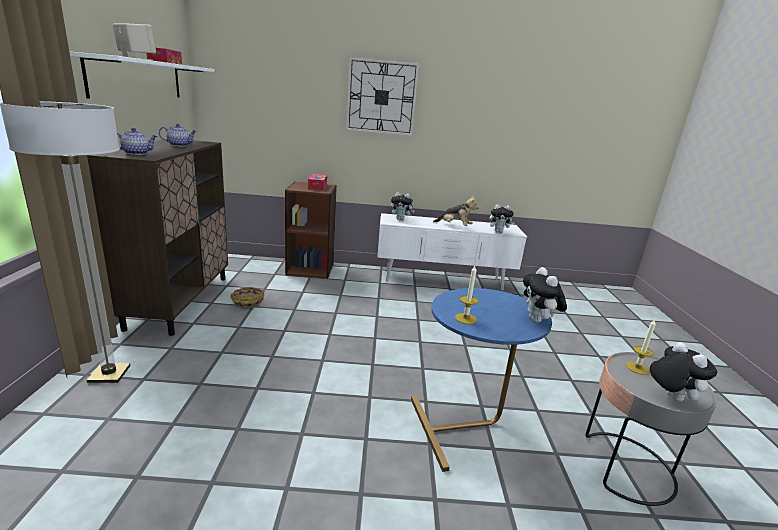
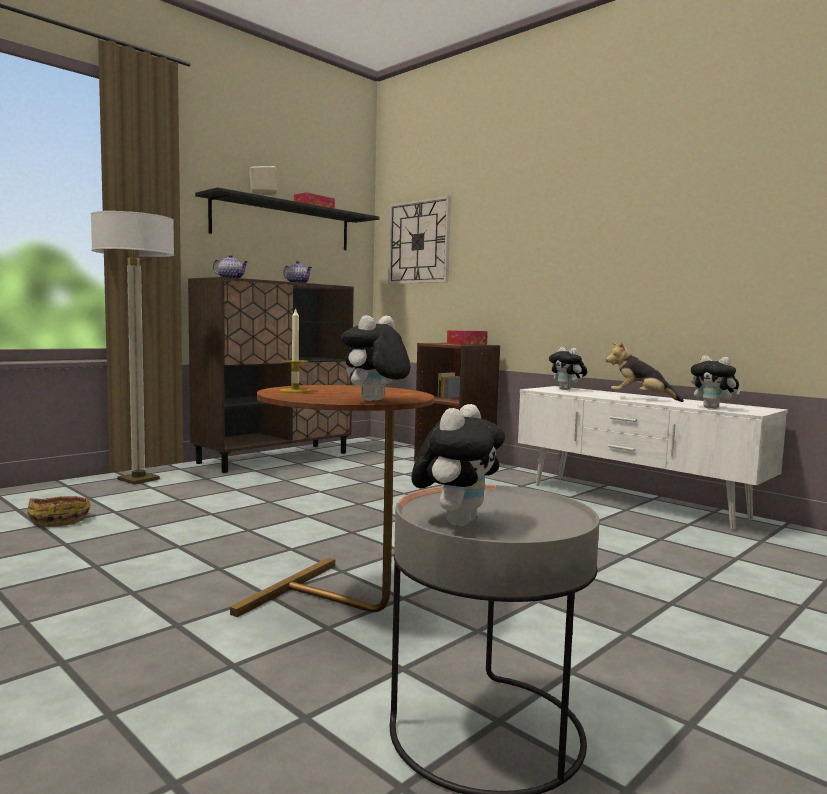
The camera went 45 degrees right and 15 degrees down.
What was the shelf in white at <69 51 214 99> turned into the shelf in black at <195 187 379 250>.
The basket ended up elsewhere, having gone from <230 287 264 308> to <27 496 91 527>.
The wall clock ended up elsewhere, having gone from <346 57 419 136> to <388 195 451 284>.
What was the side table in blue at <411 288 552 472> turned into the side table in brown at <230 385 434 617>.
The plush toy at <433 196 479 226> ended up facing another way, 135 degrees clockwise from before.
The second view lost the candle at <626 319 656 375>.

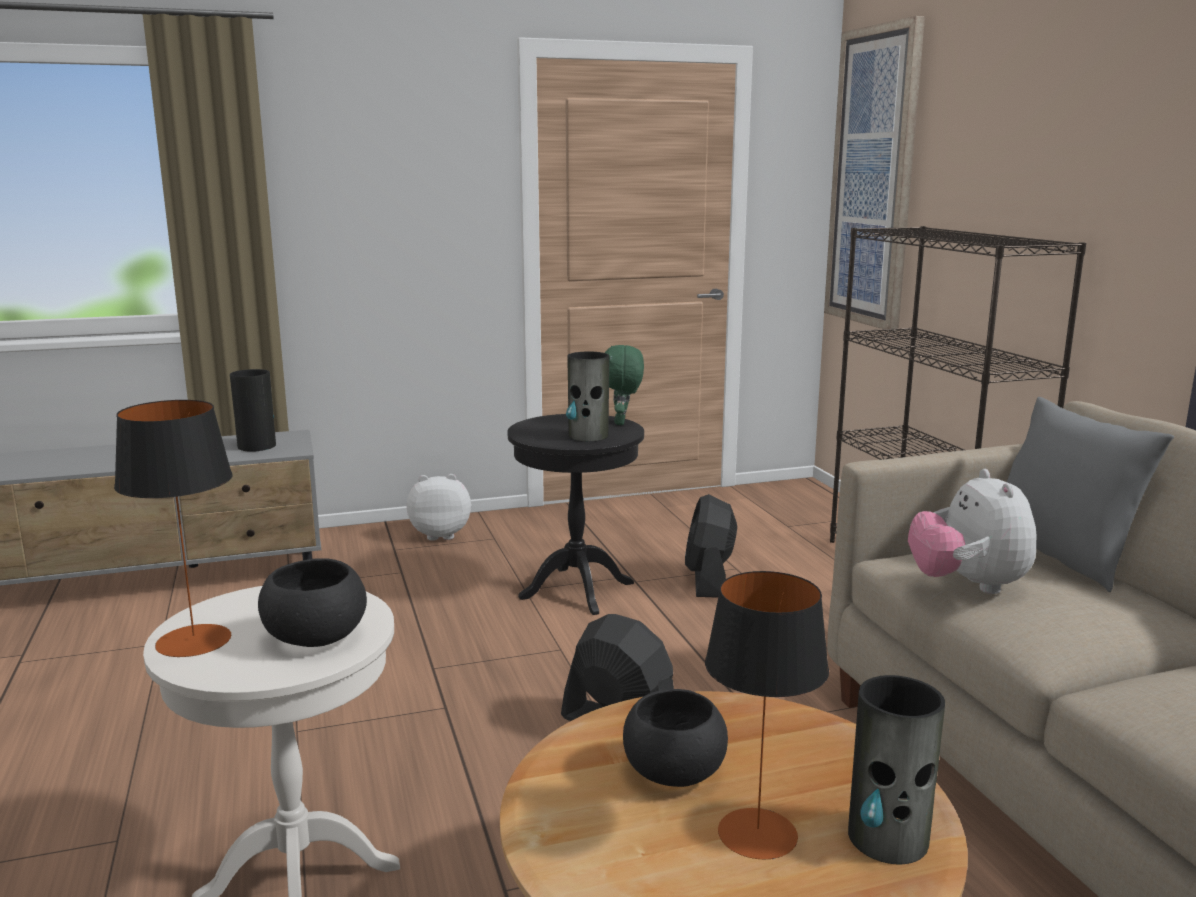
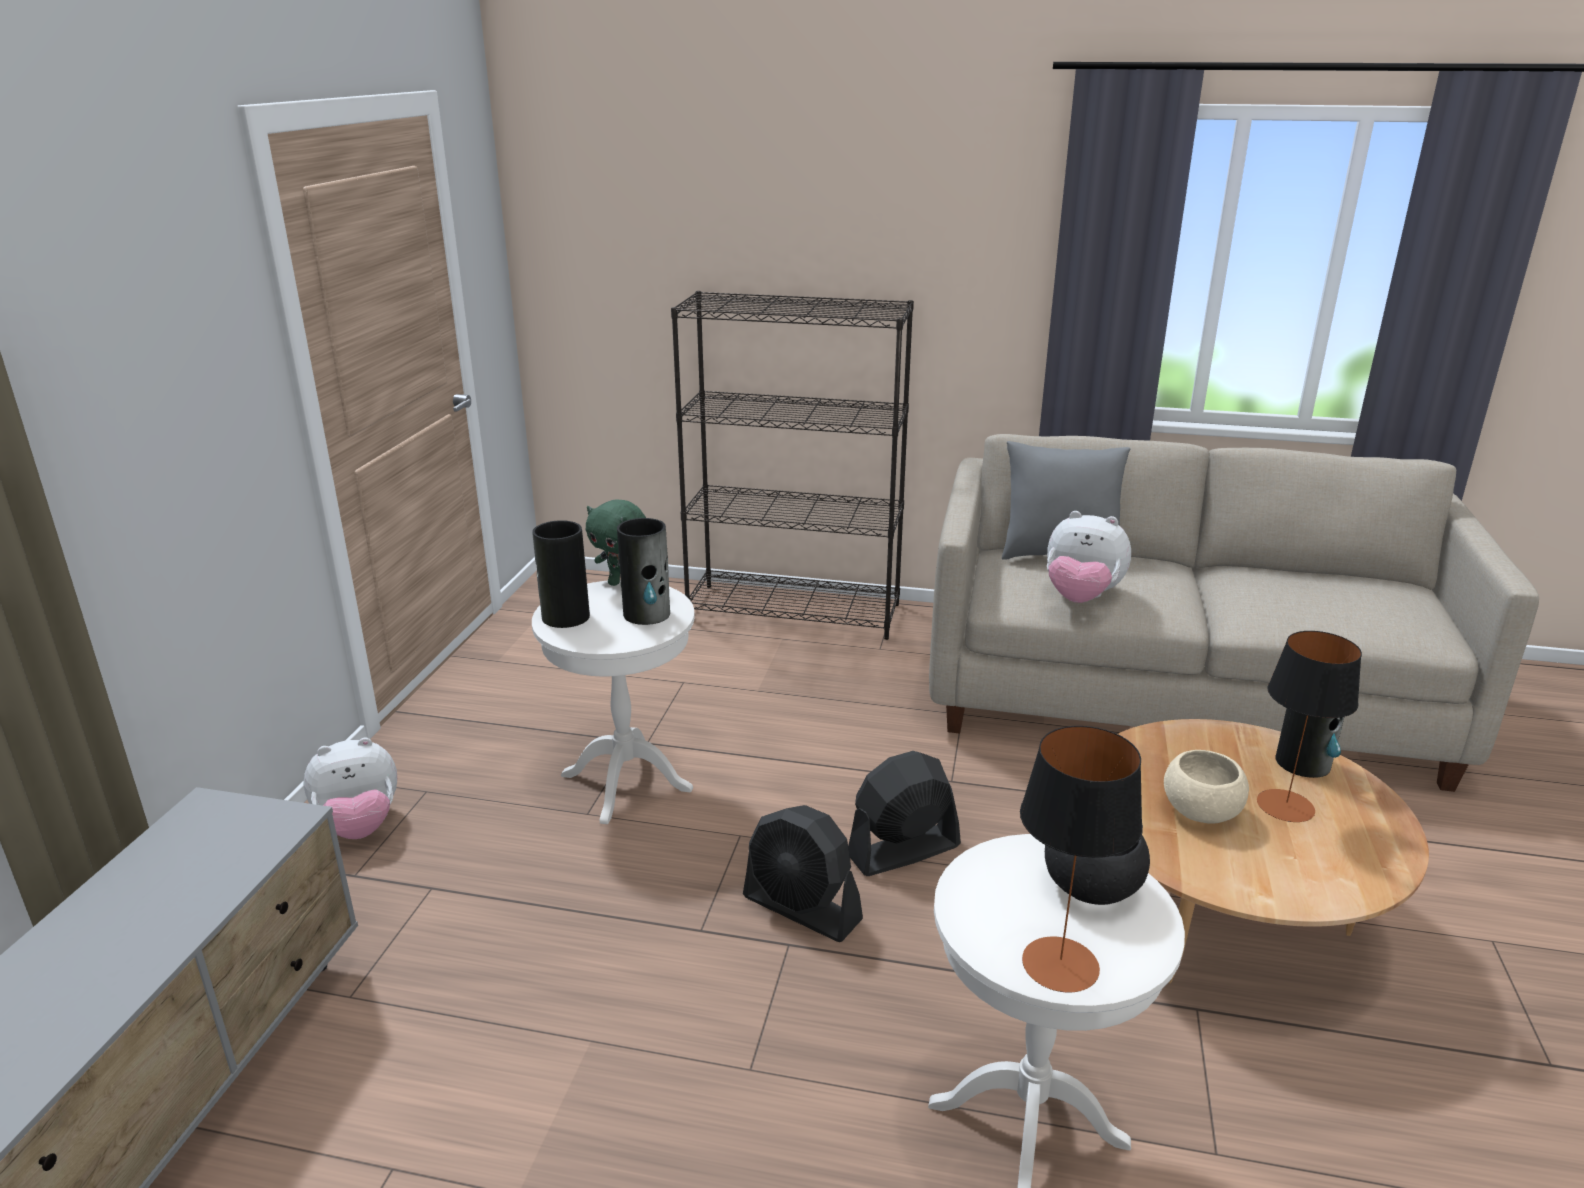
The camera went 60 degrees left and 10 degrees up.
The vase ended up elsewhere, having gone from <230 369 276 452> to <532 520 590 628>.
The plush toy at <407 474 471 541> ended up facing another way, 135 degrees counterclockwise from before.
What was the side table in black at <507 414 644 615> turned into the side table in white at <532 580 695 824>.
What was the bowl in black at <623 689 728 787> turned into the bowl in beige at <1164 750 1249 824>.
The fan in black ended up elsewhere, having gone from <685 494 737 598> to <743 805 863 942>.
The second view lost the picture at <824 16 925 331>.

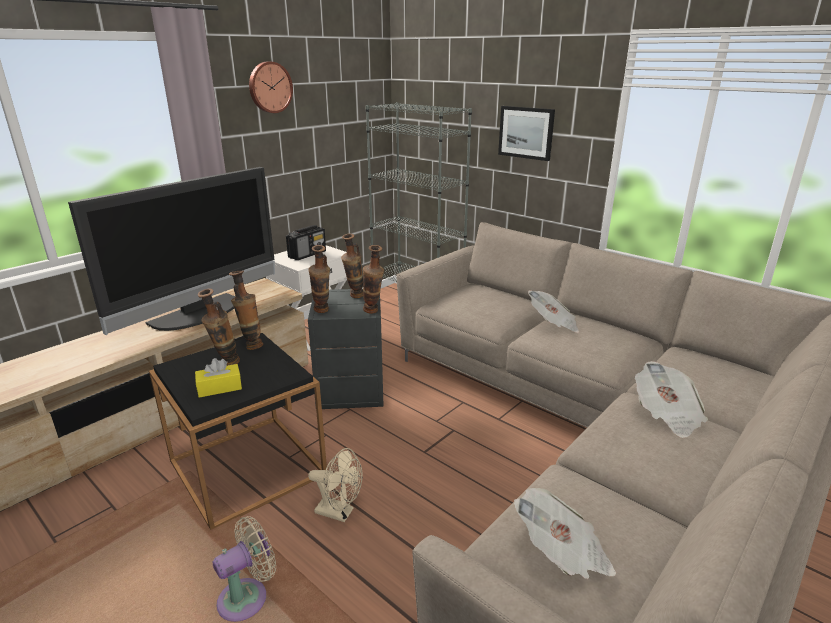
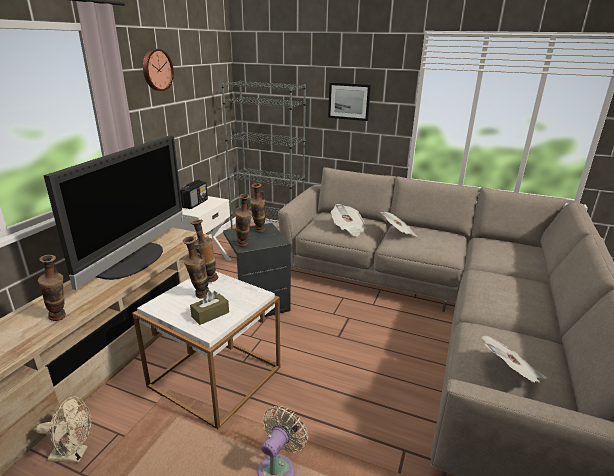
The camera went 20 degrees left and 0 degrees up.
What was the side table in black at <149 333 327 530> turned into the side table in white at <132 271 280 429>.
What was the tissue box in yellow at <195 358 242 398> turned into the tissue box in brown at <190 291 229 325>.
The fan in beige ended up elsewhere, having gone from <308 448 363 522> to <36 396 91 463>.
The vase ended up elsewhere, having gone from <363 245 384 314> to <38 255 66 321>.
The newspaper ended up elsewhere, having gone from <635 361 708 438> to <331 204 367 237>.

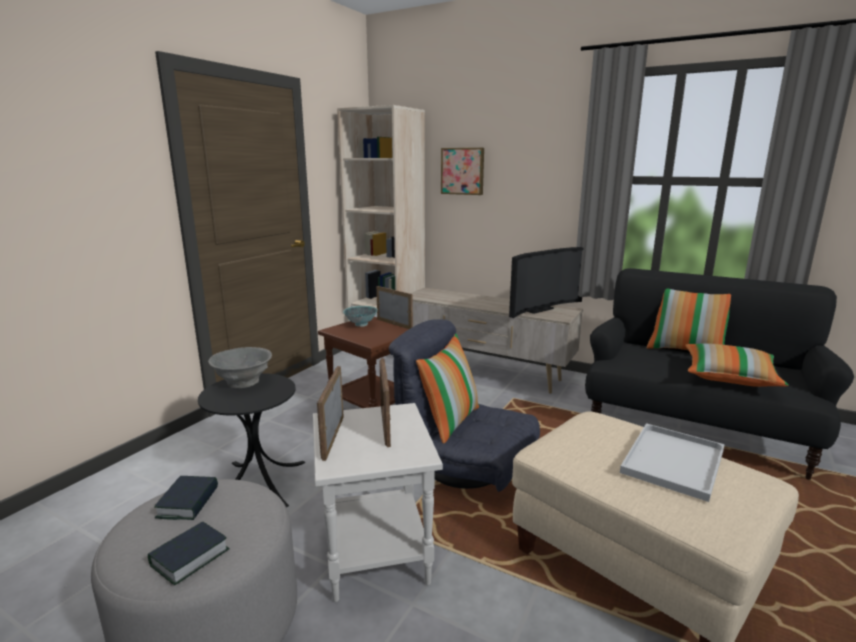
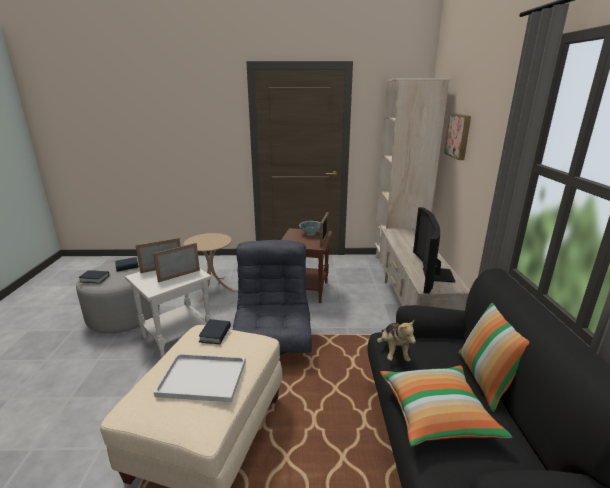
The camera went 60 degrees right and 5 degrees up.
What was the side table in black at <198 373 305 507> turned into the side table in beige at <184 233 238 302>.
The second view lost the bowl in grey at <208 347 272 388>.
The second view lost the pillow at <416 334 479 443>.
The television at <509 247 584 318> ended up facing another way, 75 degrees clockwise from before.
The second view gained the book at <199 319 231 345>.
The second view gained the plush toy at <377 319 416 362>.

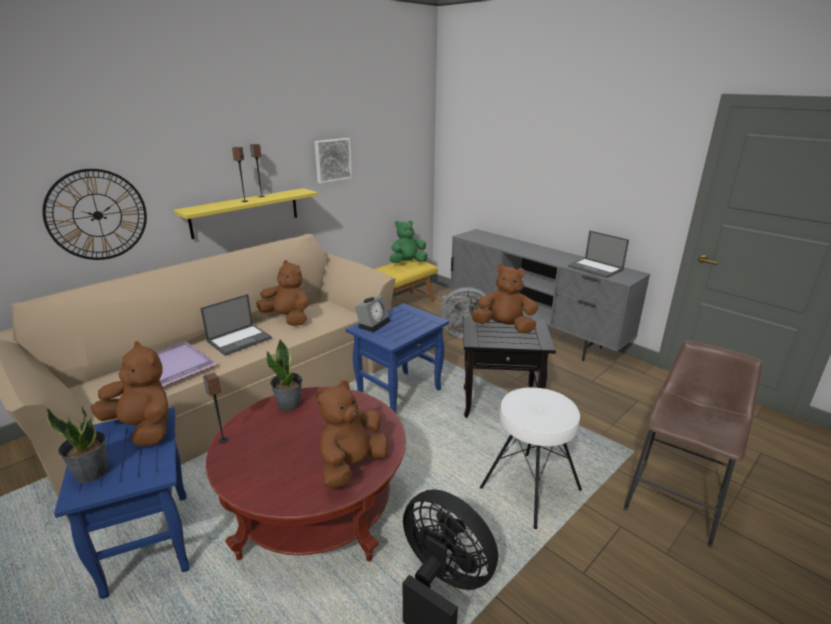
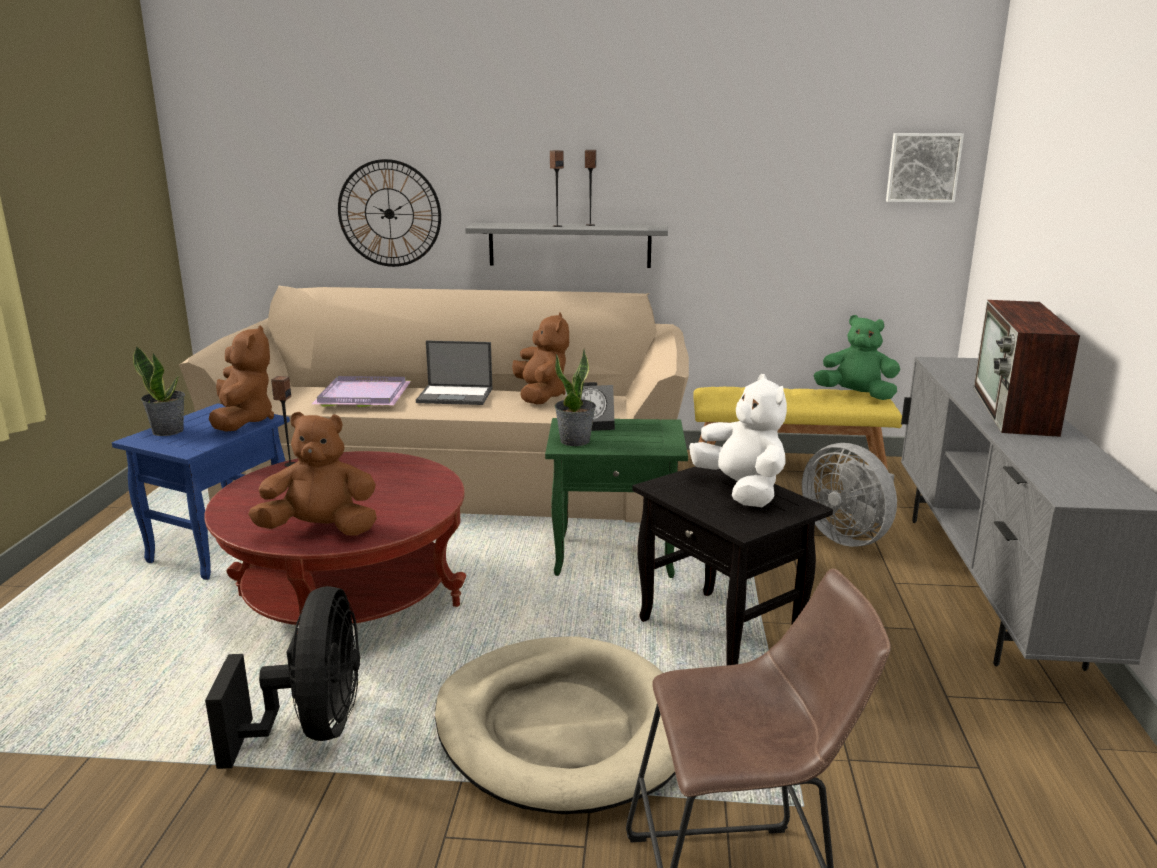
The camera went 50 degrees right and 5 degrees down.
What was the shelf in yellow at <173 188 318 239> turned into the shelf in grey at <465 223 668 268>.
The potted plant ended up elsewhere, having gone from <267 339 302 411> to <555 349 596 446>.
The picture ended up elsewhere, having gone from <314 138 352 183> to <886 133 964 203>.
What was the side table in blue at <346 303 449 413> turned into the side table in green at <545 418 688 578>.
What was the plush toy in brown at <471 264 538 334> turned into the plush toy in white at <689 374 787 507>.
Where the stool in white stood at <480 388 582 529>, the dog bed in beige came to stand at <435 636 676 814>.
The second view lost the laptop at <568 230 629 278>.
The second view gained the television at <974 300 1080 437>.

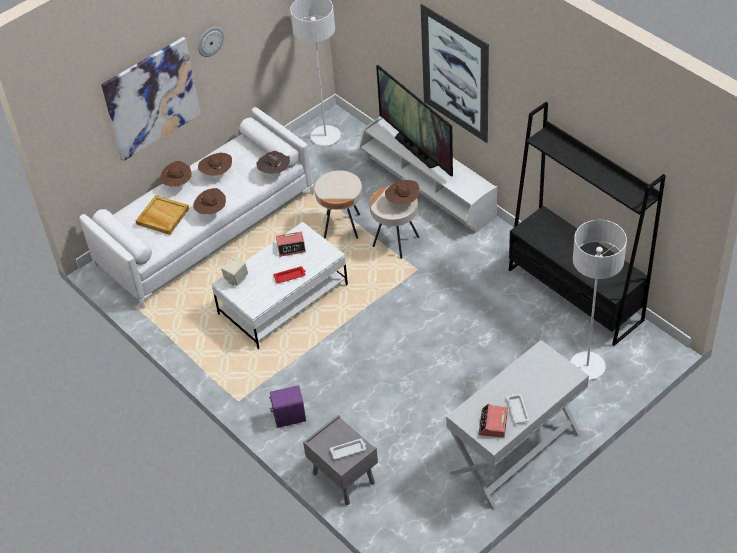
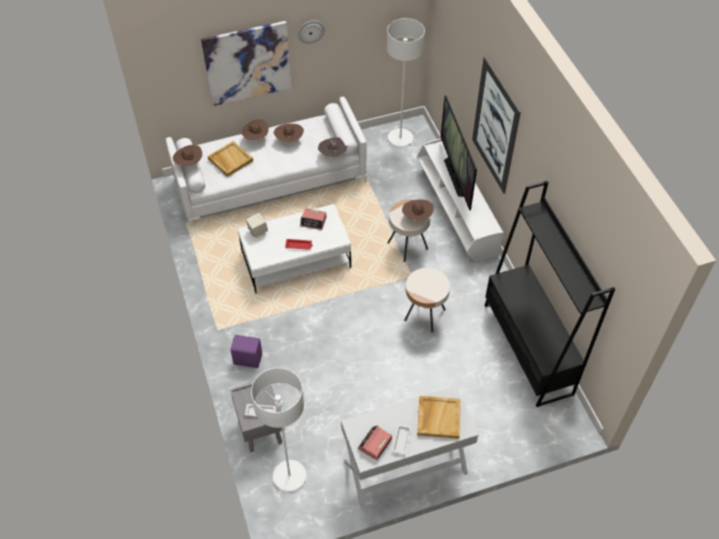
The camera went 20 degrees right and 5 degrees up.
The hat in brown ended up elsewhere, having gone from <193 188 226 214> to <173 145 202 167>.
The side table in beige ended up elsewhere, having gone from <315 171 362 239> to <404 268 450 333>.
The floor lamp in white ended up elsewhere, having gone from <570 220 627 380> to <251 368 306 491>.
The second view gained the tray in beige at <417 396 461 439>.

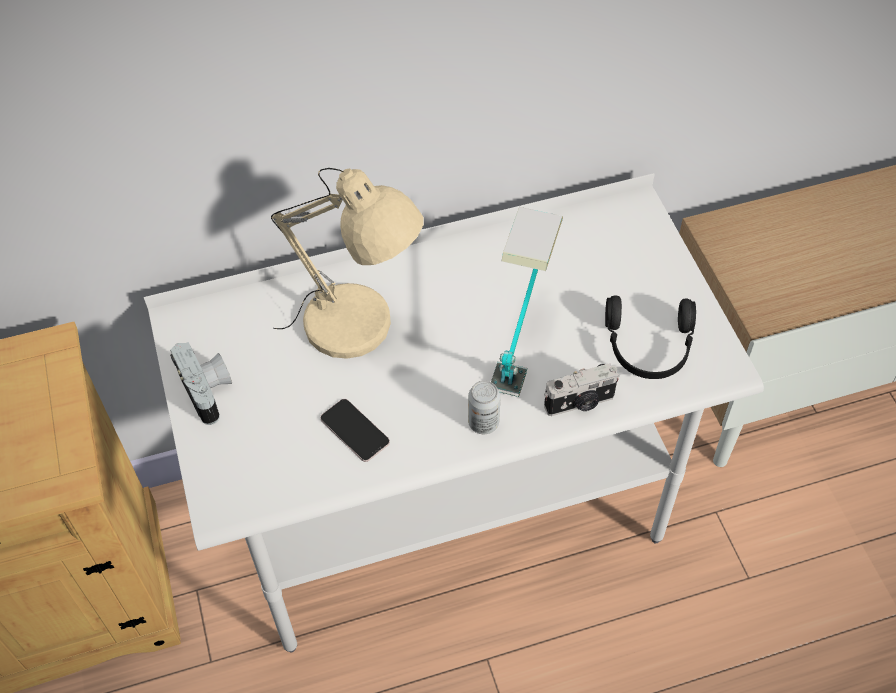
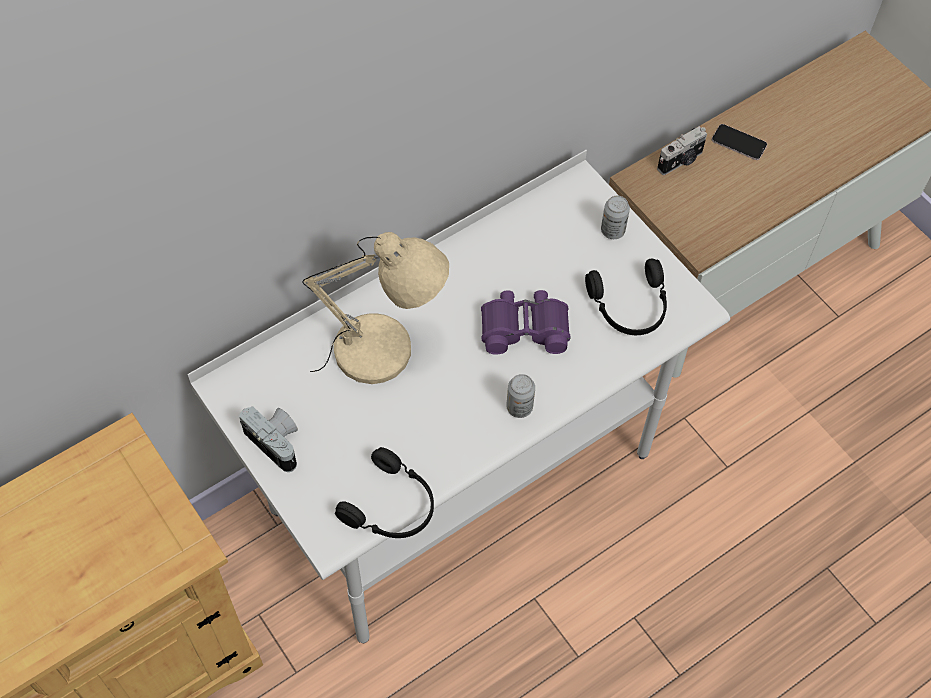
The camera went 20 degrees left and 5 degrees up.
The phone ended up elsewhere, having gone from <320 399 390 462> to <712 124 767 160>.
Where the table lamp stood at <491 207 563 397>, the binoculars in purple came to stand at <481 290 571 355>.
The photo camera ended up elsewhere, having gone from <544 363 620 416> to <657 126 707 175>.
The second view gained the headphones in black at <335 447 434 538>.
The second view gained the can at <601 196 630 239>.

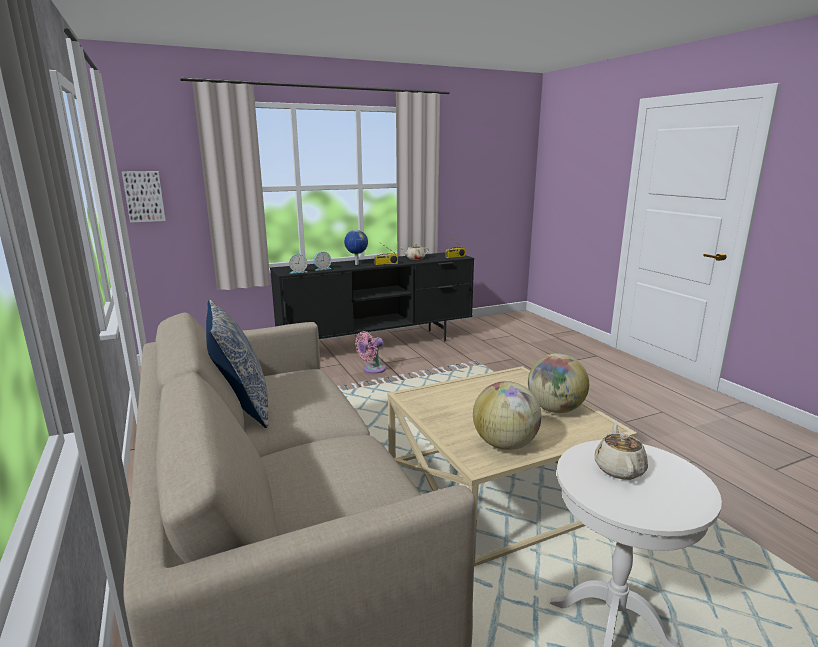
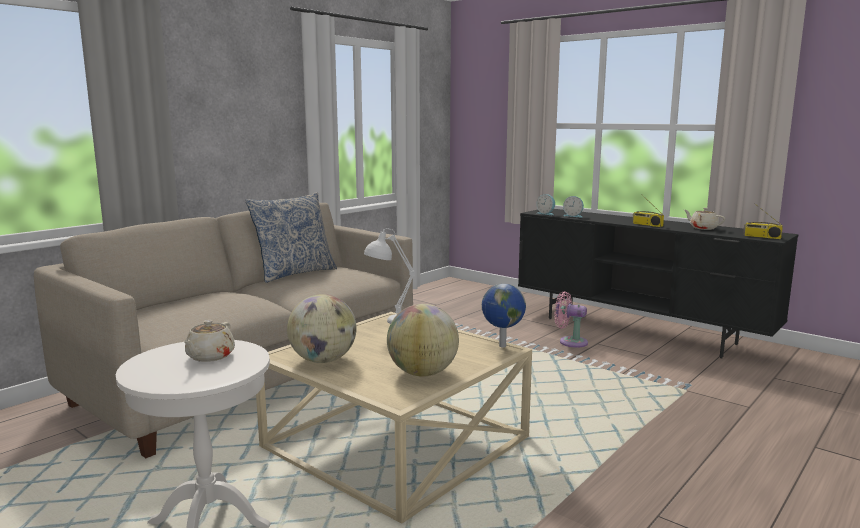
The camera went 65 degrees right and 5 degrees down.
The second view lost the picture at <122 171 166 223>.
The globe ended up elsewhere, having gone from <344 230 368 265> to <482 284 526 347>.
The teapot in beige at <595 422 648 480> ended up facing another way, 120 degrees clockwise from before.
The second view gained the table lamp in white at <364 229 415 324>.

